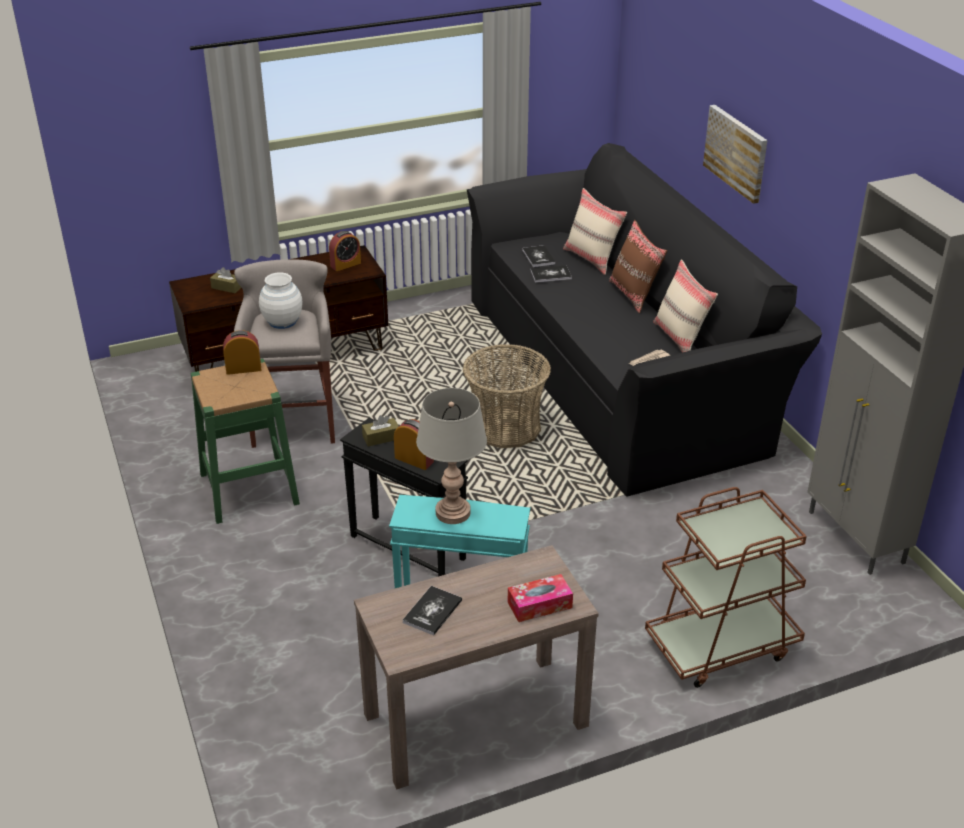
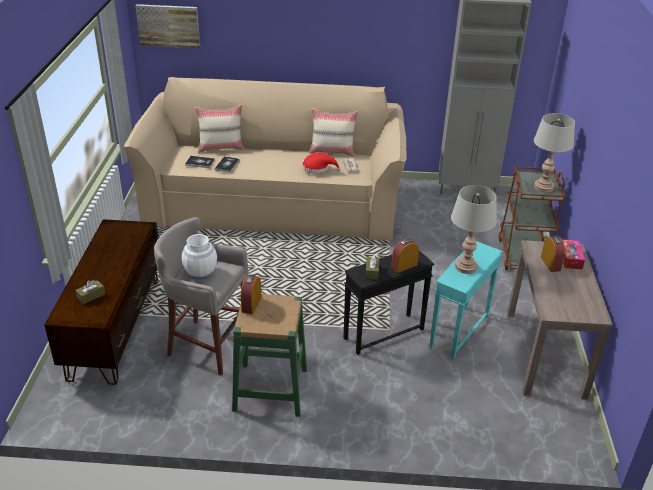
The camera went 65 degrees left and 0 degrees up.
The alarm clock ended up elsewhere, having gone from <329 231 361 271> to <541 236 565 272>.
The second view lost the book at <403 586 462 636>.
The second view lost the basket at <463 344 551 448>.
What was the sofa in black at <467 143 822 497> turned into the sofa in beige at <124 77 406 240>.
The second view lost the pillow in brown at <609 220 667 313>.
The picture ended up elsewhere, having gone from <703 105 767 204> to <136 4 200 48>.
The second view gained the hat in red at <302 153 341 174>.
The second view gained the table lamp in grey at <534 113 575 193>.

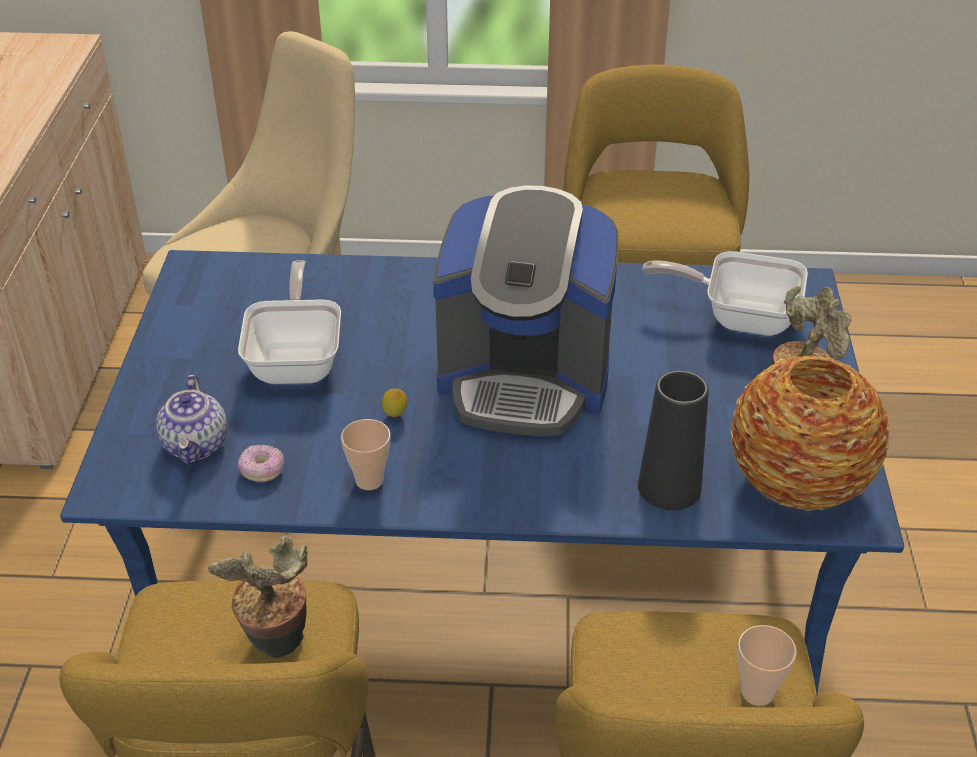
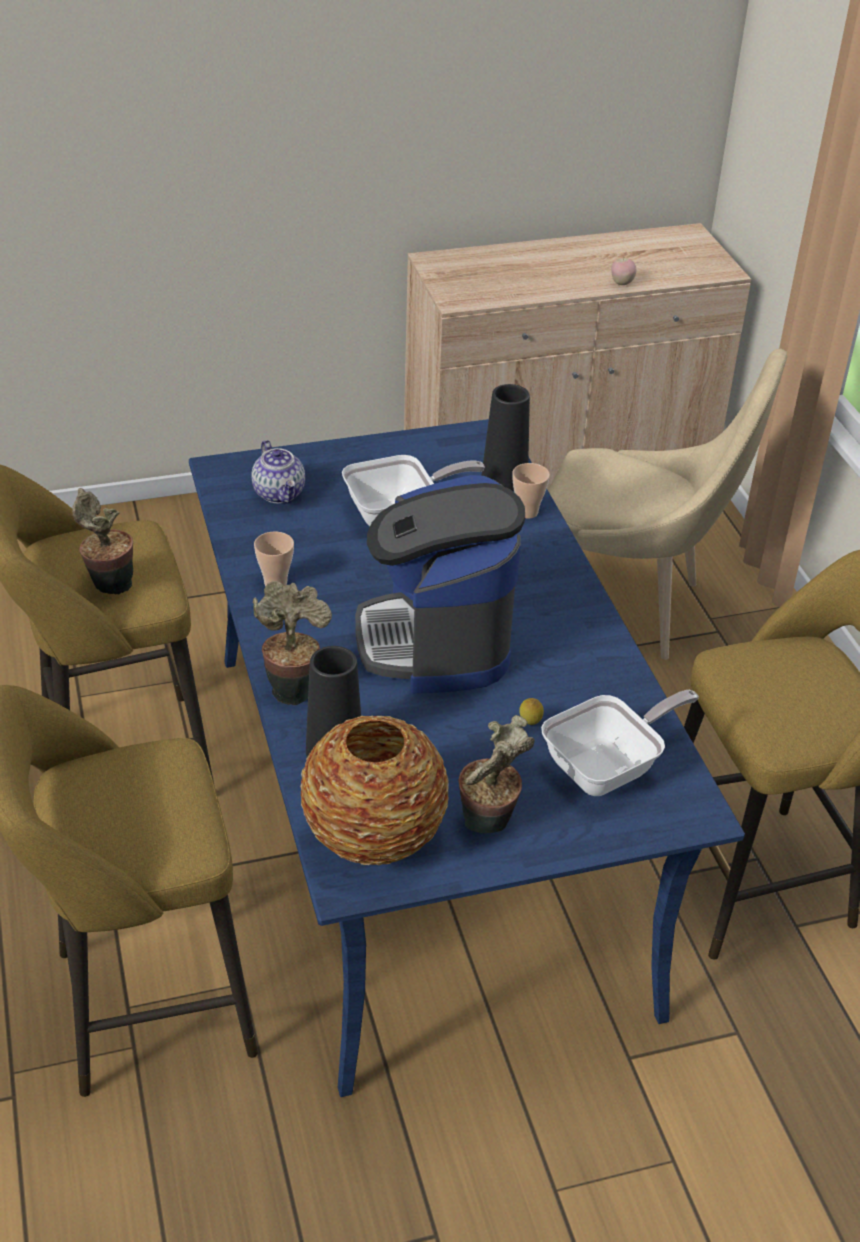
The camera went 70 degrees right and 0 degrees up.
The teapot at <156 375 227 464> ended up facing another way, 90 degrees counterclockwise from before.
The second view lost the donut at <238 444 284 482>.
The lemon ended up elsewhere, having gone from <382 388 407 417> to <519 698 544 725>.
The frying pan at <642 251 808 336> ended up facing another way, 60 degrees clockwise from before.
The cup ended up elsewhere, having gone from <738 625 797 706> to <512 463 550 518>.
The second view gained the potted plant at <253 581 332 705>.
The second view gained the vase in black at <482 384 530 491>.
The second view gained the apple at <611 256 636 285>.

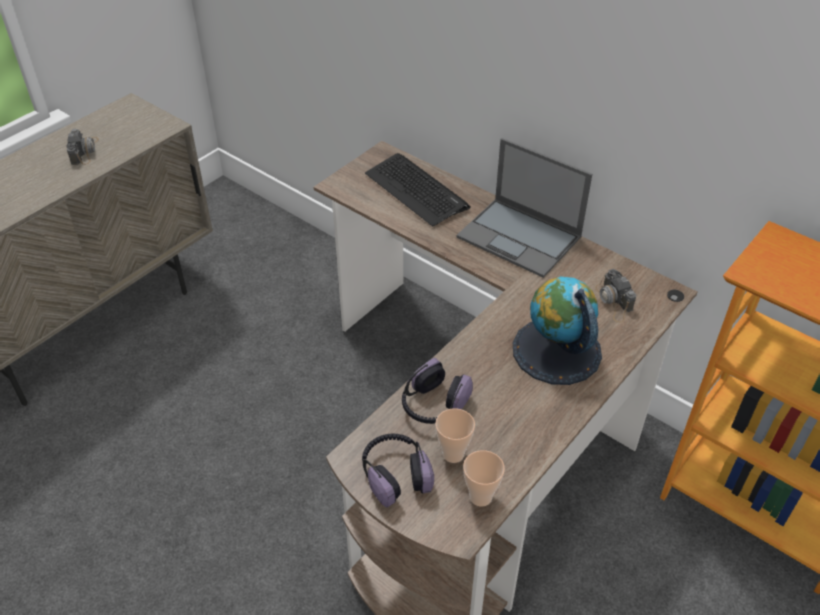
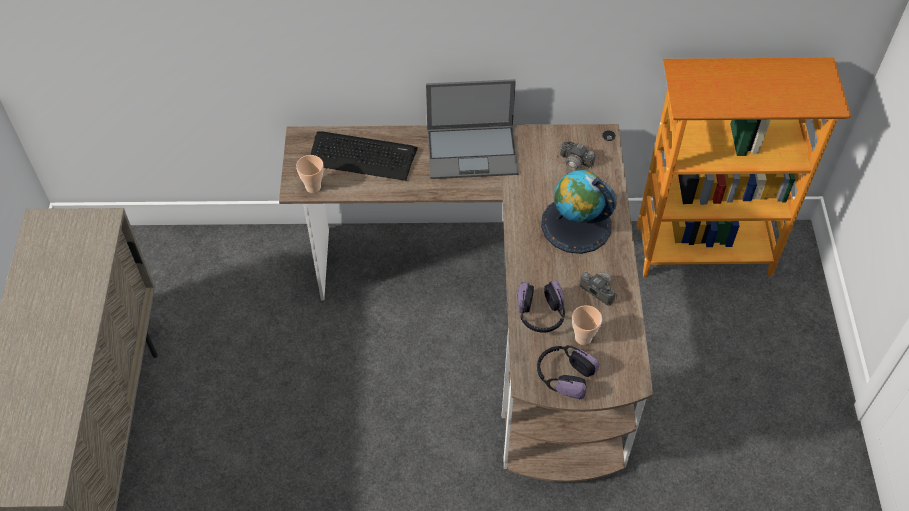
The camera went 40 degrees left and 10 degrees up.
The photo camera ended up elsewhere, having gone from <66 129 99 165> to <579 268 620 306>.
The cup ended up elsewhere, having gone from <463 450 505 507> to <296 155 324 193>.

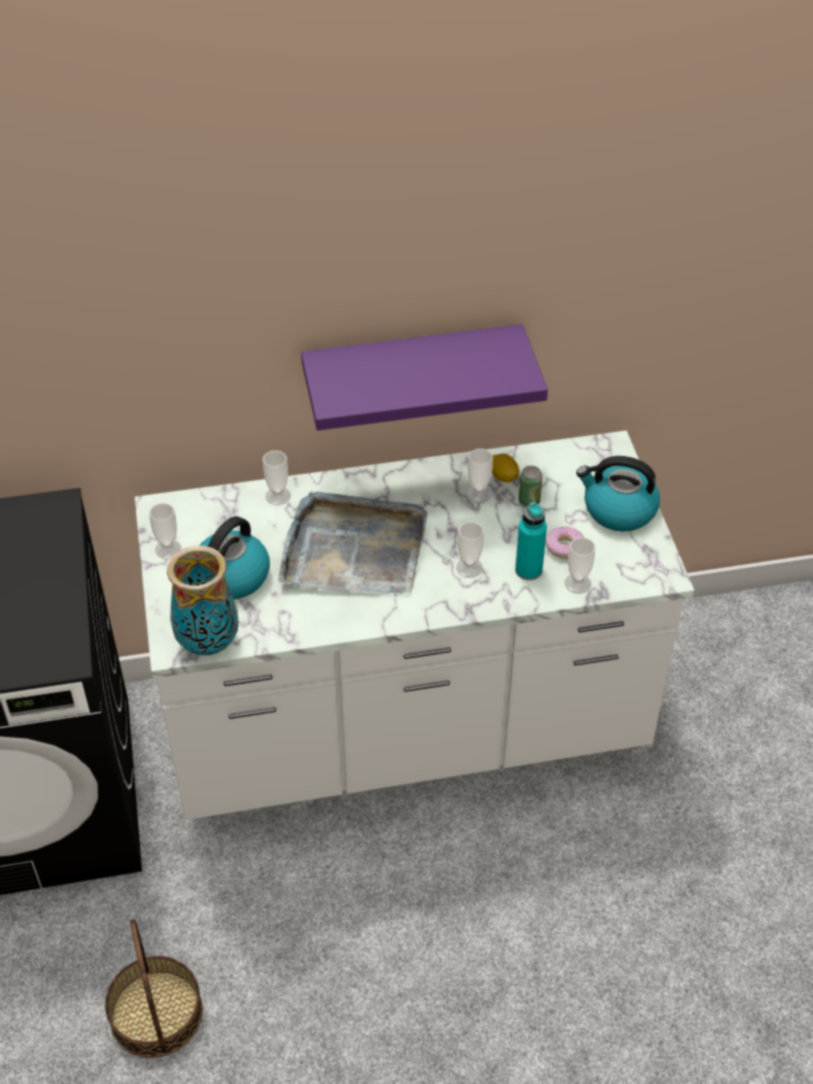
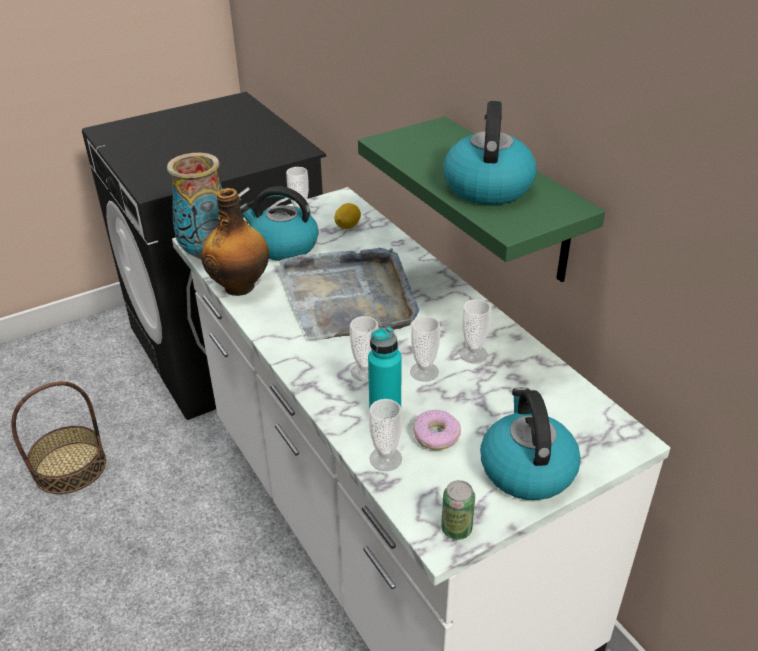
The camera went 70 degrees right and 10 degrees down.
The cup ended up elsewhere, having gone from <263 450 291 505> to <410 316 440 382>.
What was the shelf in purple at <301 324 548 431> turned into the shelf in green at <358 117 605 282>.
The lemon ended up elsewhere, having gone from <492 453 519 482> to <335 203 361 229>.
The can ended up elsewhere, having gone from <518 466 543 507> to <441 480 475 540>.
The second view gained the bottle at <201 188 269 296>.
The second view gained the kettle at <443 101 537 205>.

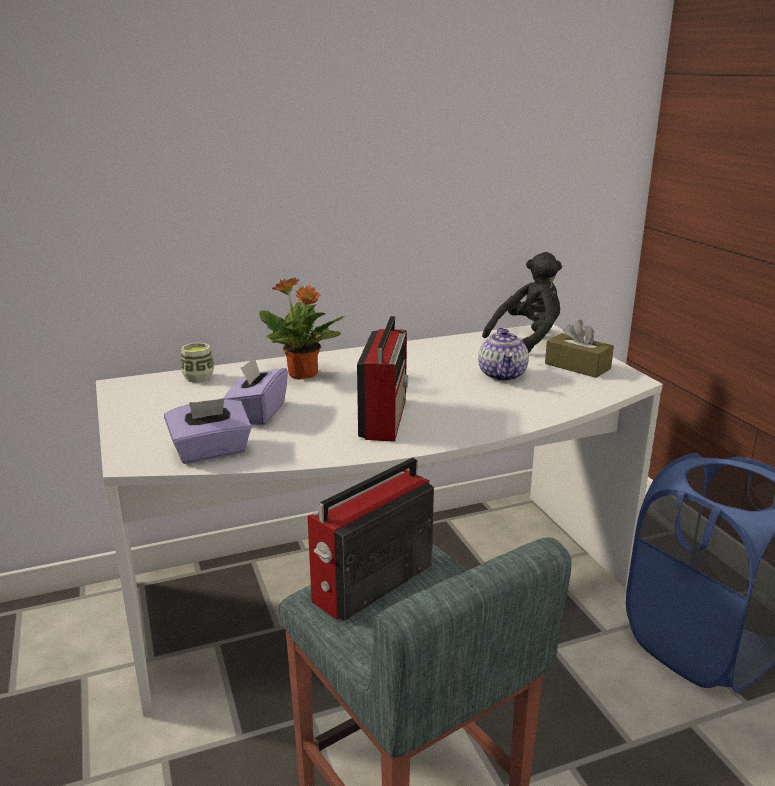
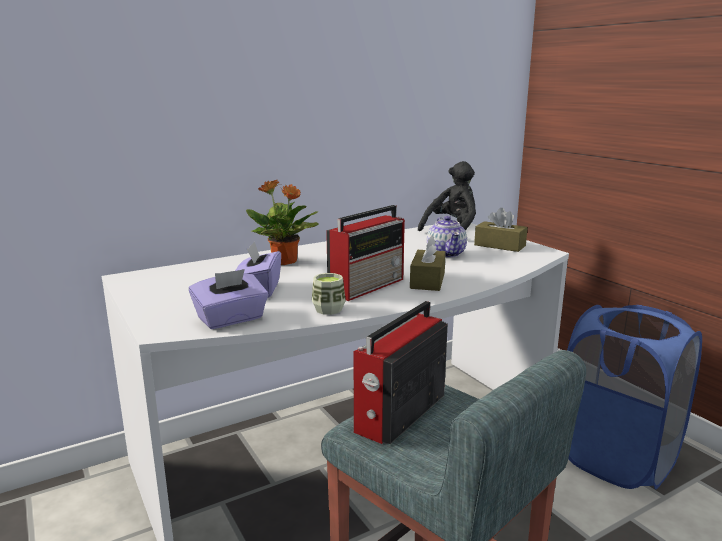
The camera went 10 degrees left and 5 degrees down.
The cup ended up elsewhere, having gone from <181 343 214 383> to <312 273 346 315>.
The radio at <357 316 408 442> ended up facing another way, 45 degrees clockwise from before.
The second view gained the tissue box in brown at <410 235 446 291>.

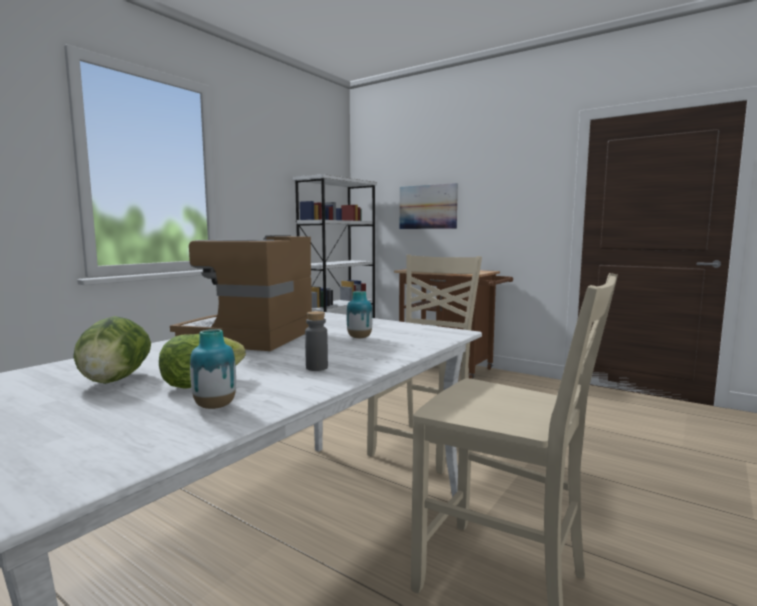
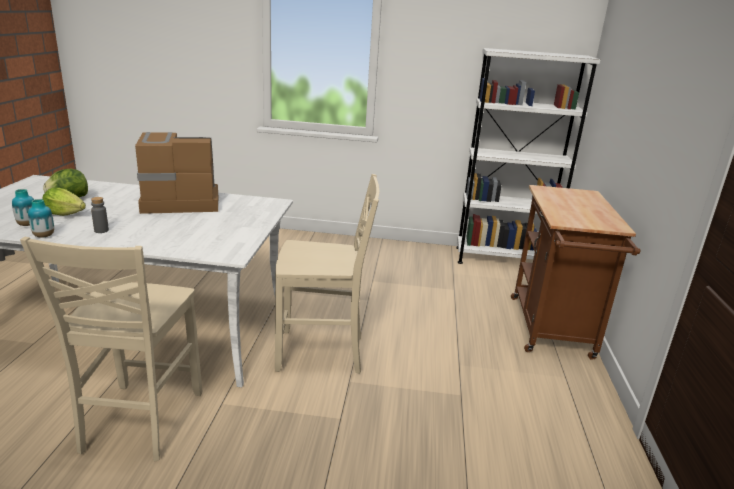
The camera went 60 degrees right and 15 degrees up.
The vase ended up elsewhere, having gone from <347 291 373 338> to <28 199 54 238>.
The second view lost the picture at <400 183 458 229>.

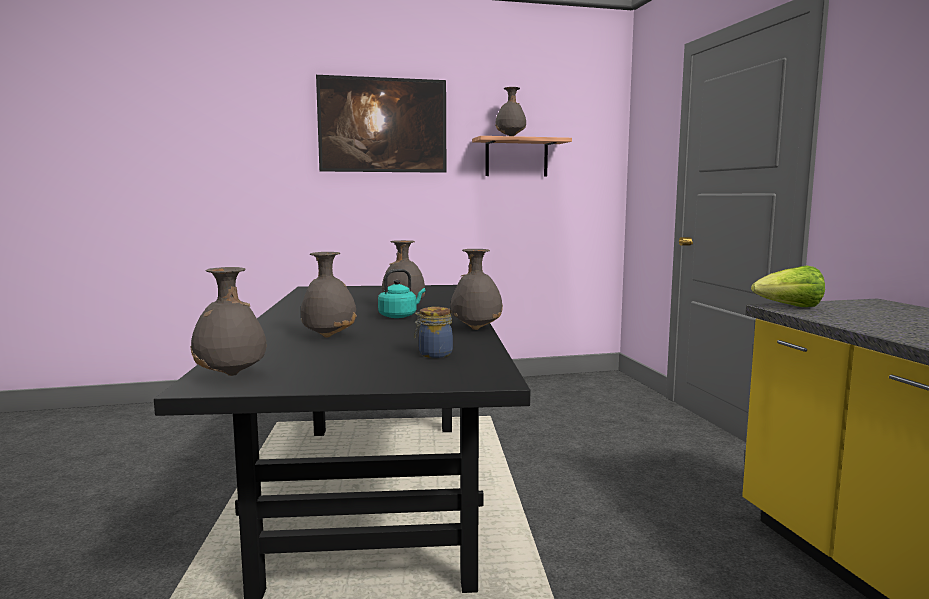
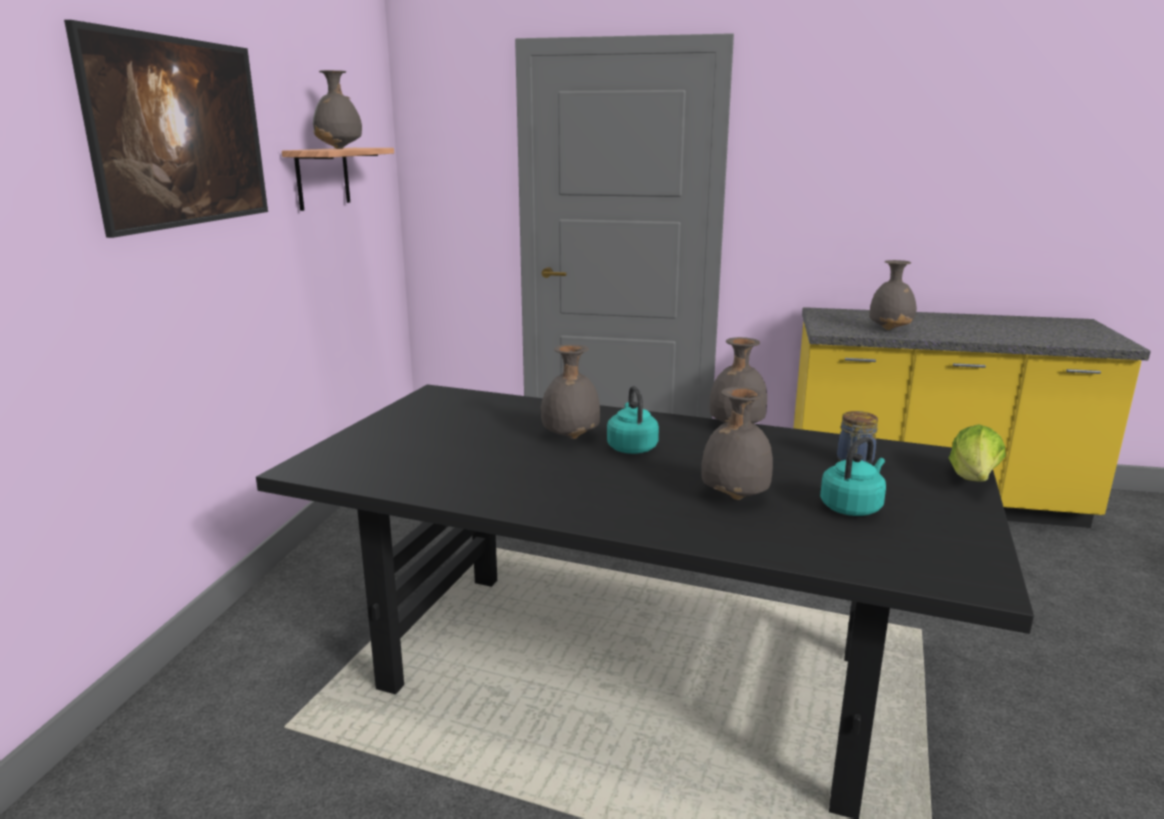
The camera went 65 degrees left and 10 degrees up.
The vase in grey ended up elsewhere, having gone from <190 267 267 376> to <869 260 917 330>.
The lettuce ended up elsewhere, having gone from <751 265 825 307> to <949 424 1006 482>.
The second view gained the kettle in turquoise at <820 436 886 516>.

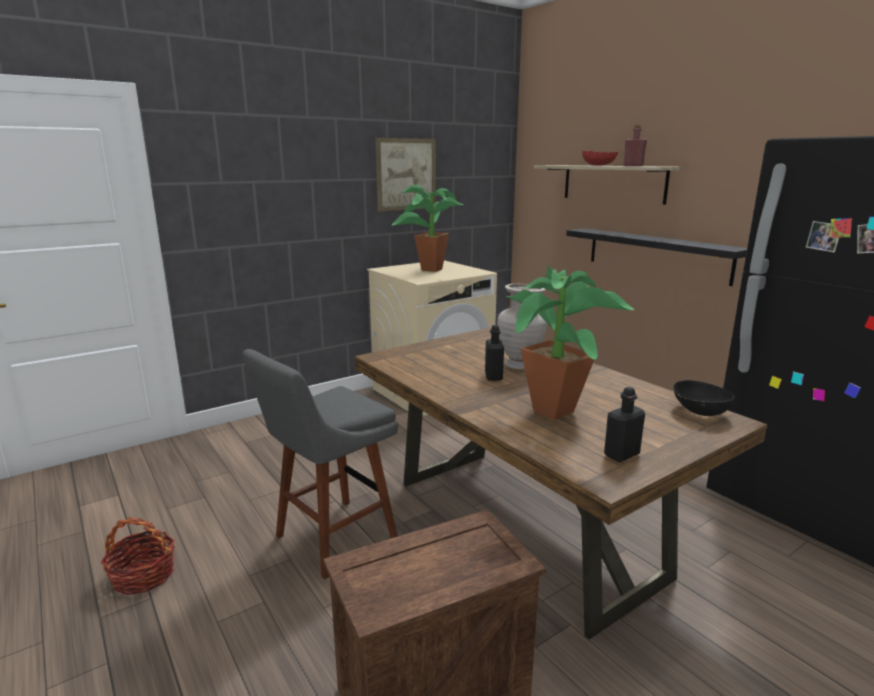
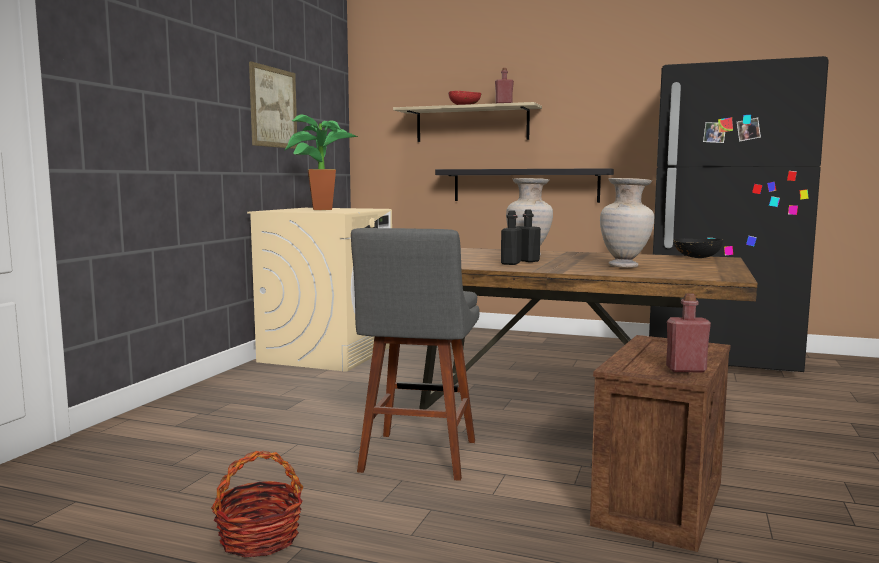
The camera went 35 degrees left and 10 degrees down.
Where the potted plant stood at <507 266 634 420>, the vase in beige came to stand at <600 178 654 268>.
The bottle in black ended up elsewhere, having gone from <604 387 645 462> to <501 210 522 265>.
The second view gained the bottle in red at <666 293 711 372>.

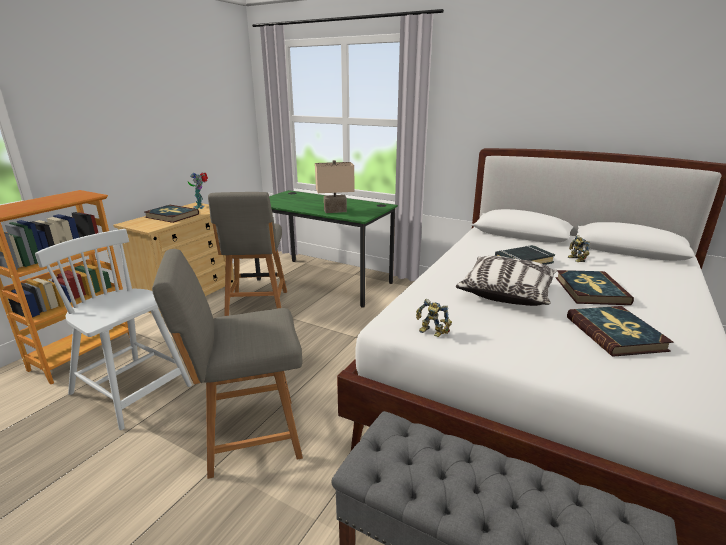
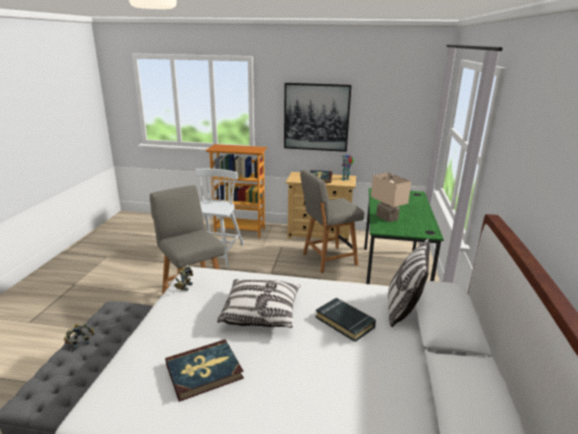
The camera went 70 degrees right and 0 degrees up.
The second view lost the book at <556 270 634 305>.
The toy robot ended up elsewhere, having gone from <568 235 590 262> to <64 323 94 349>.
The second view gained the picture at <284 83 352 152>.
The second view gained the pillow at <388 238 430 327>.

